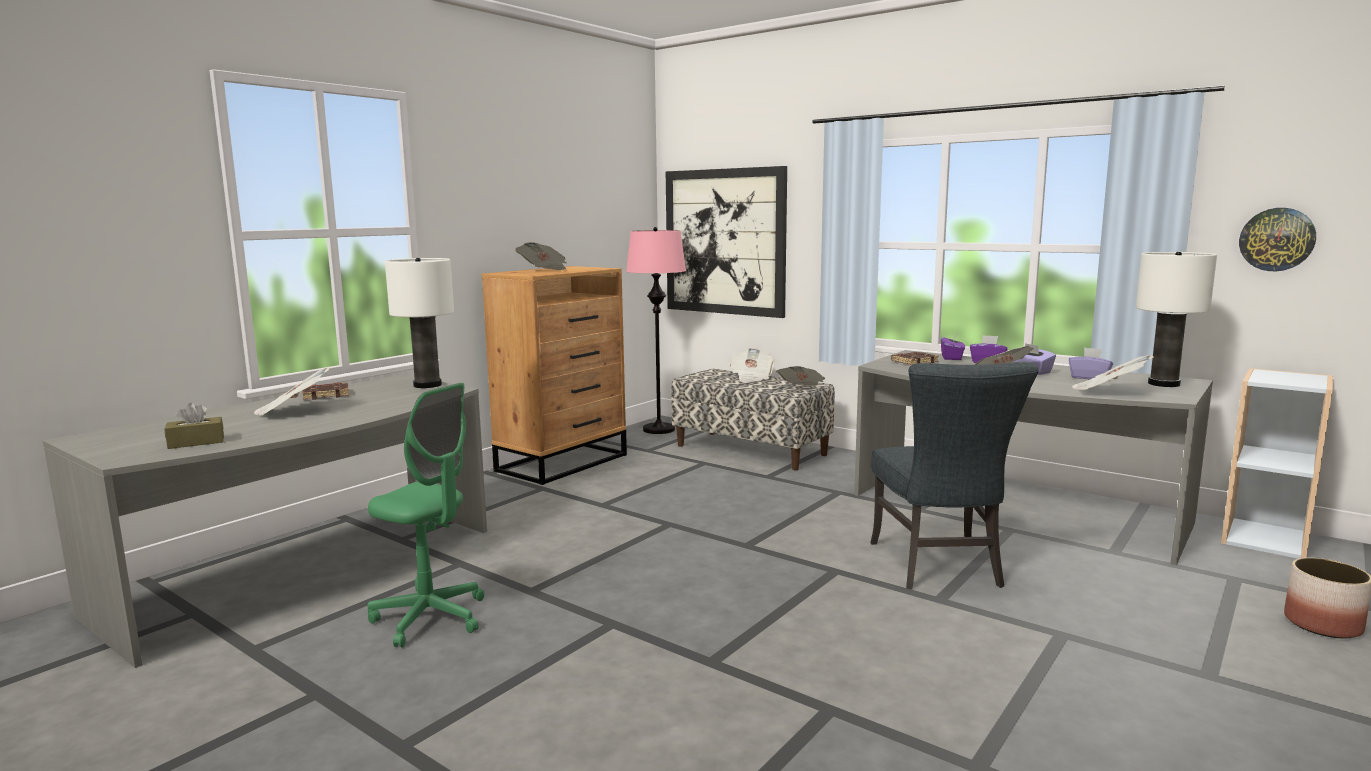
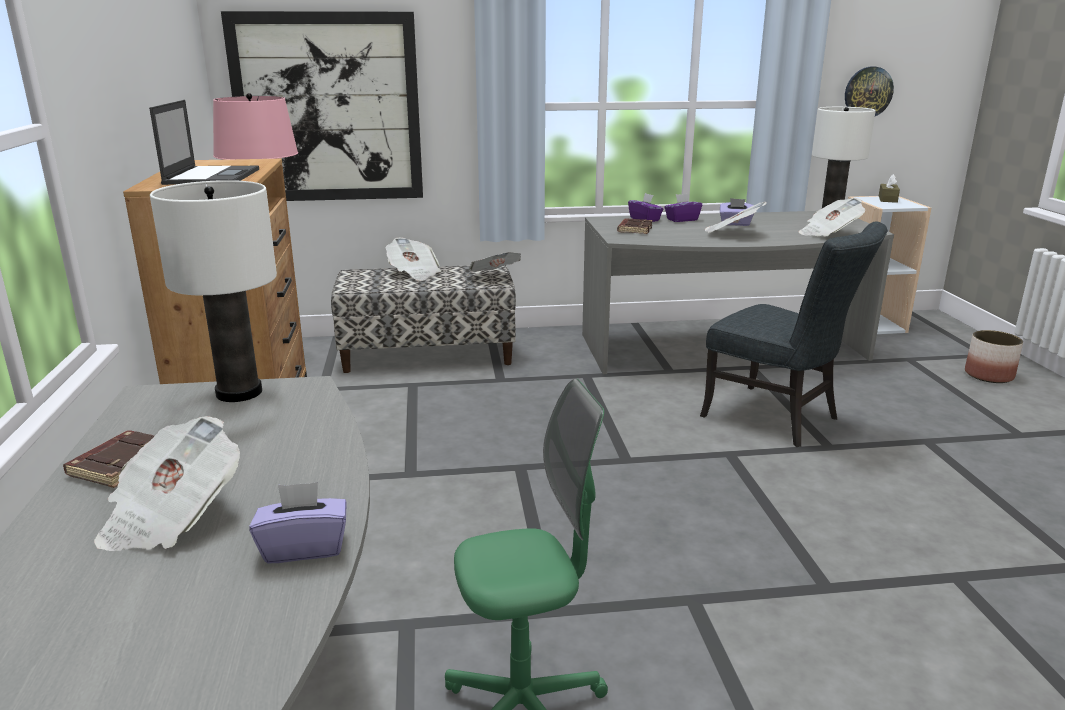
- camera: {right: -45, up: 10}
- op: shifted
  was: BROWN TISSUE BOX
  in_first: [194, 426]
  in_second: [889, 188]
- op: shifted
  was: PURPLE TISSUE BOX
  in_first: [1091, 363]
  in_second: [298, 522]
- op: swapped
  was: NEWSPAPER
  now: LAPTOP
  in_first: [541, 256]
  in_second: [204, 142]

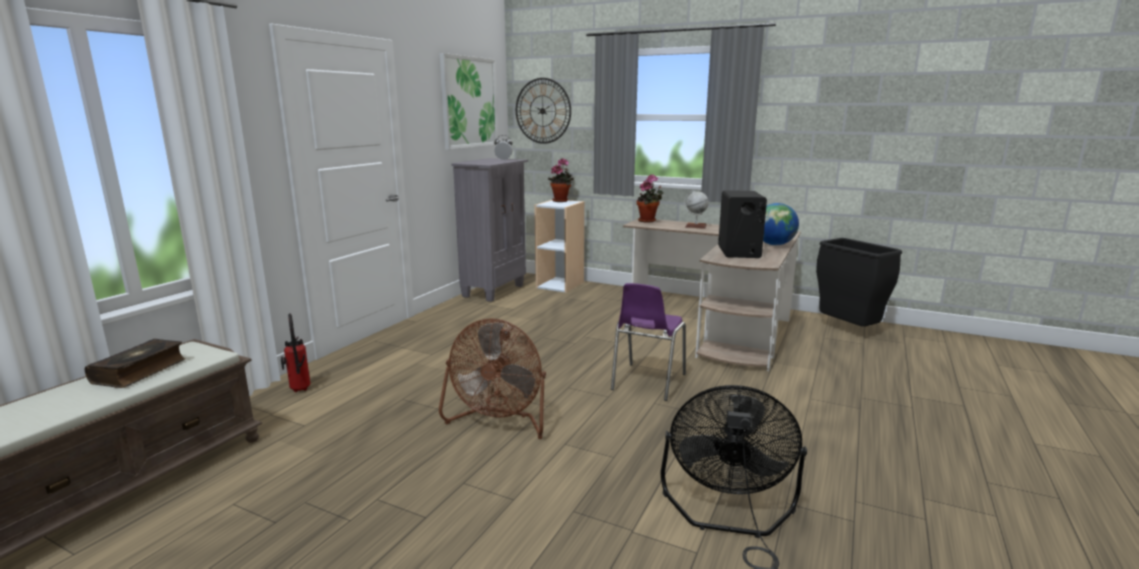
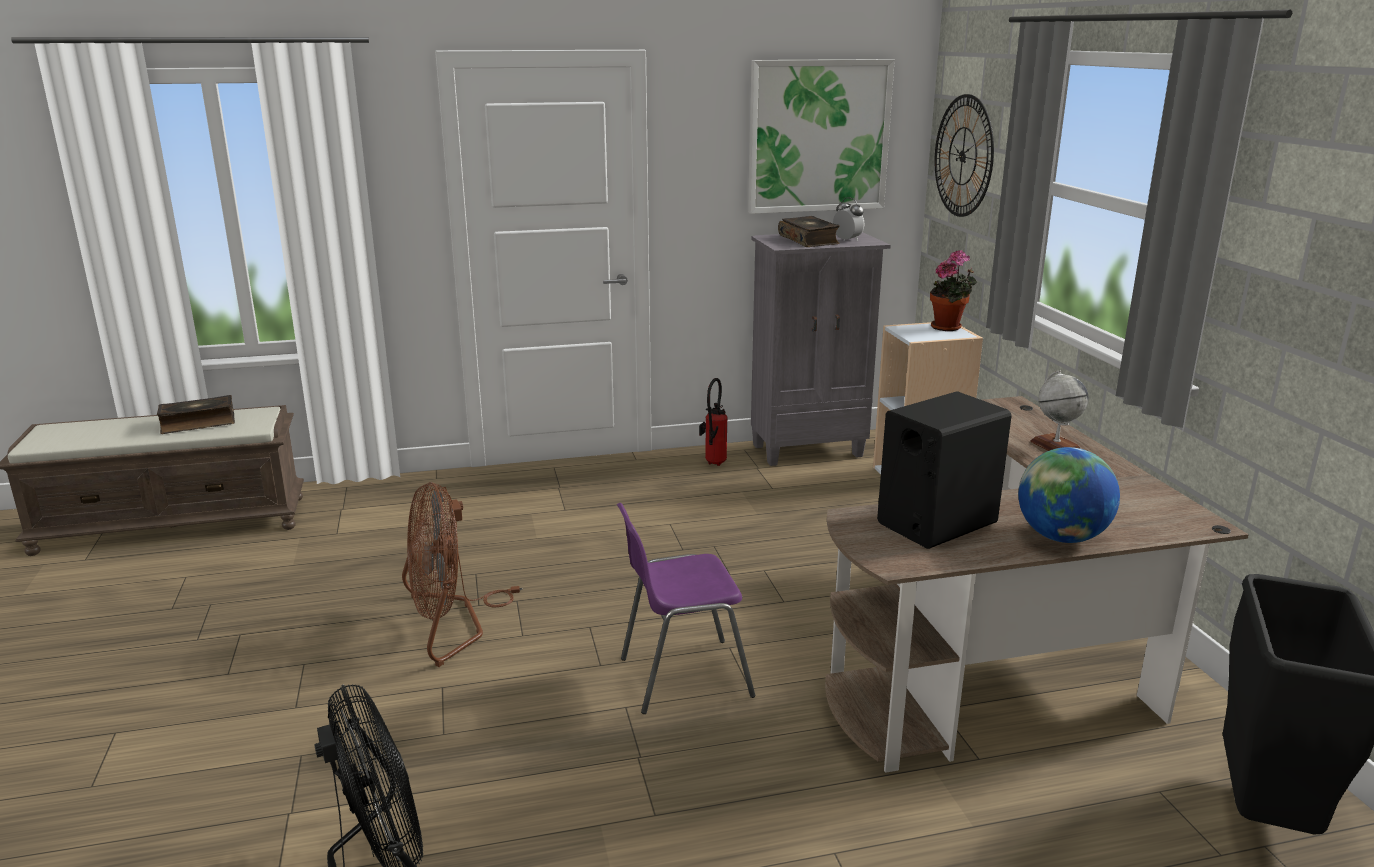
- camera: {right: 50, up: 5}
- op: gone
  was: POTTED PLANT
  in_first: [650, 198]
- op: new
  now: BOOK
  in_second: [809, 231]
- op: shifted
  was: FIRE EXTINGUISHER
  in_first: [295, 352]
  in_second: [713, 422]

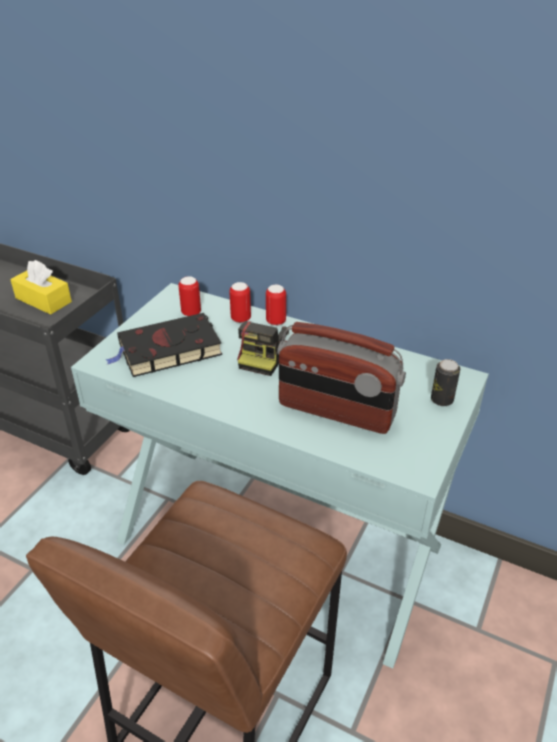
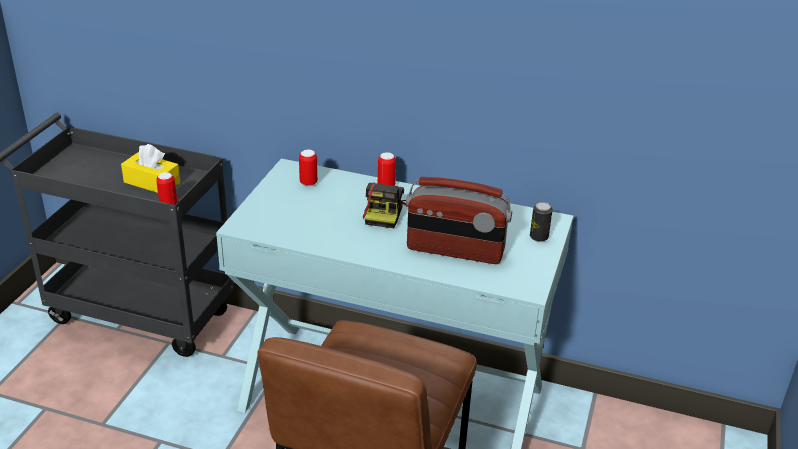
- camera: {right: -10, up: -5}
- op: gone
  was: BLACK BOOK
  in_first: [164, 345]
- op: shifted
  was: CAN
  in_first: [240, 302]
  in_second: [166, 188]

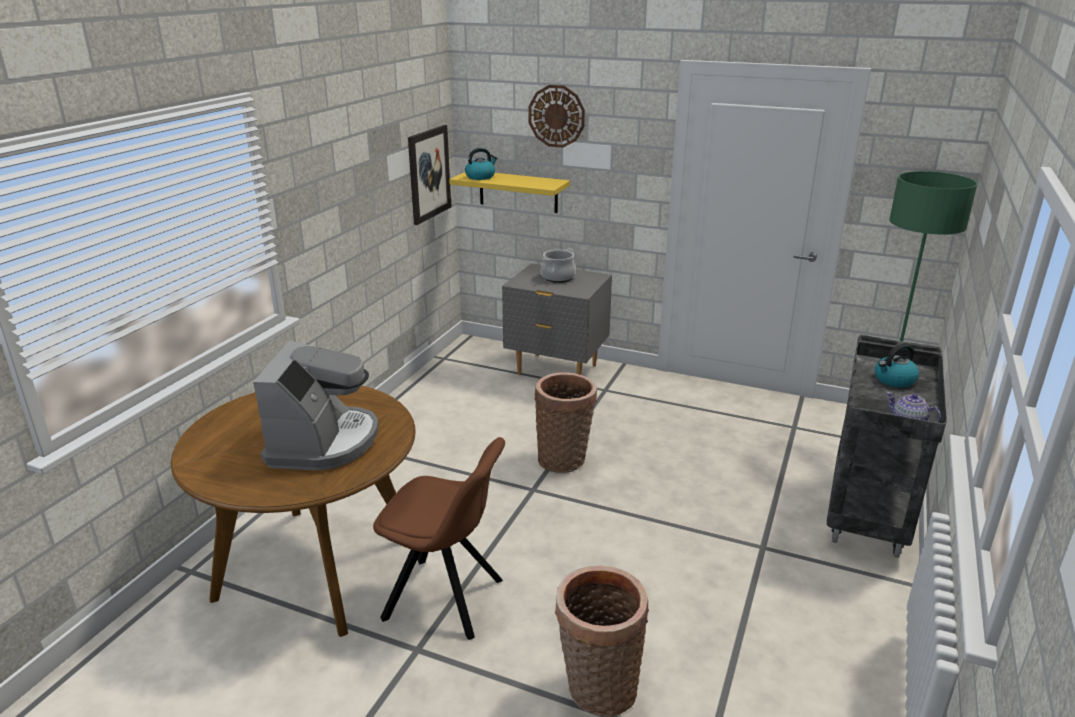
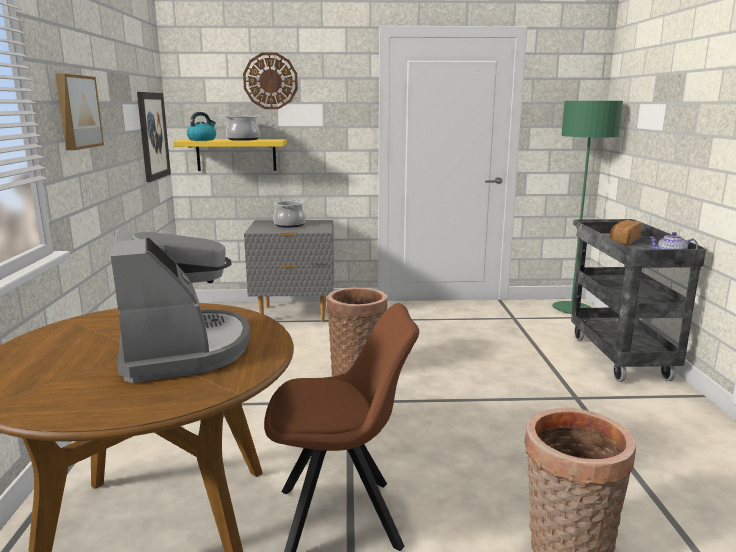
- camera: {right: -25, up: -10}
- op: new
  now: PICTURE
  in_second: [79, 112]
- op: new
  now: COOKING POT
  in_second: [242, 128]
- op: swapped
  was: KETTLE
  now: BREAD
  in_first: [897, 366]
  in_second: [626, 232]

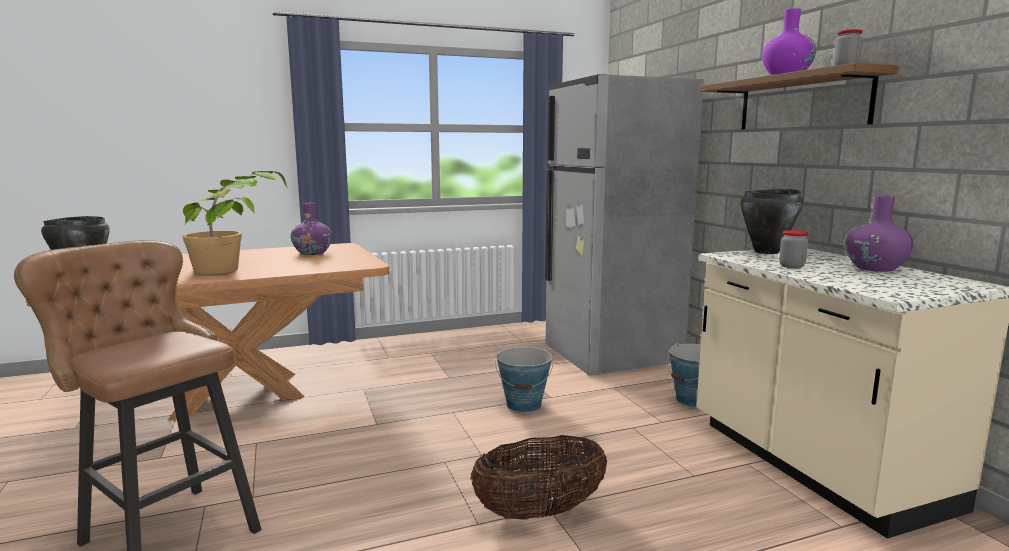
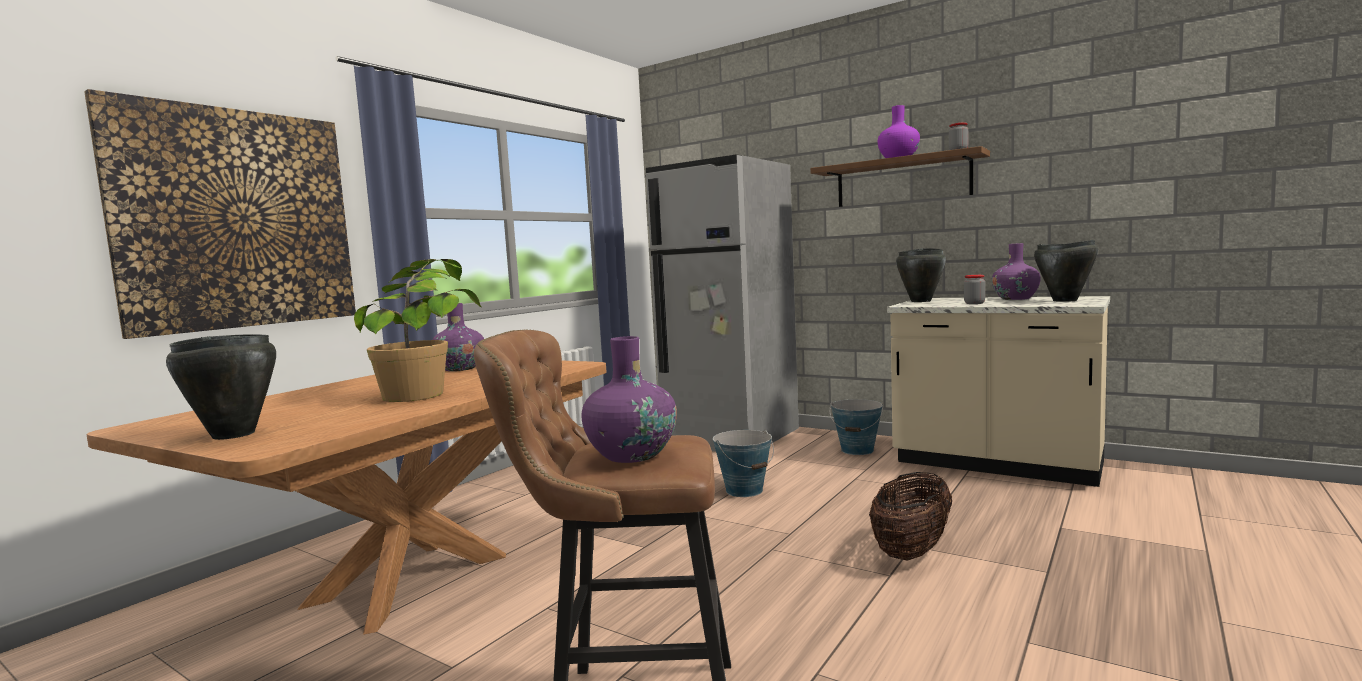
- camera: {right: -35, up: -5}
- op: new
  now: PICTURE
  in_second: [220, 214]
- op: new
  now: PURPLE VASE
  in_second: [629, 399]
- op: new
  now: BLACK COOKING POT
  in_second: [1066, 271]

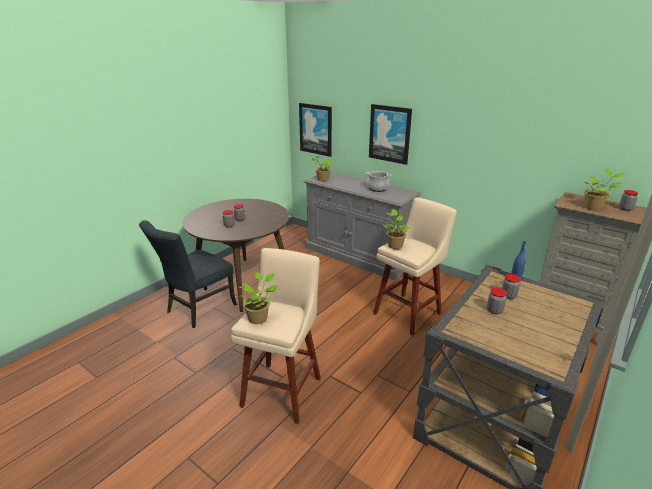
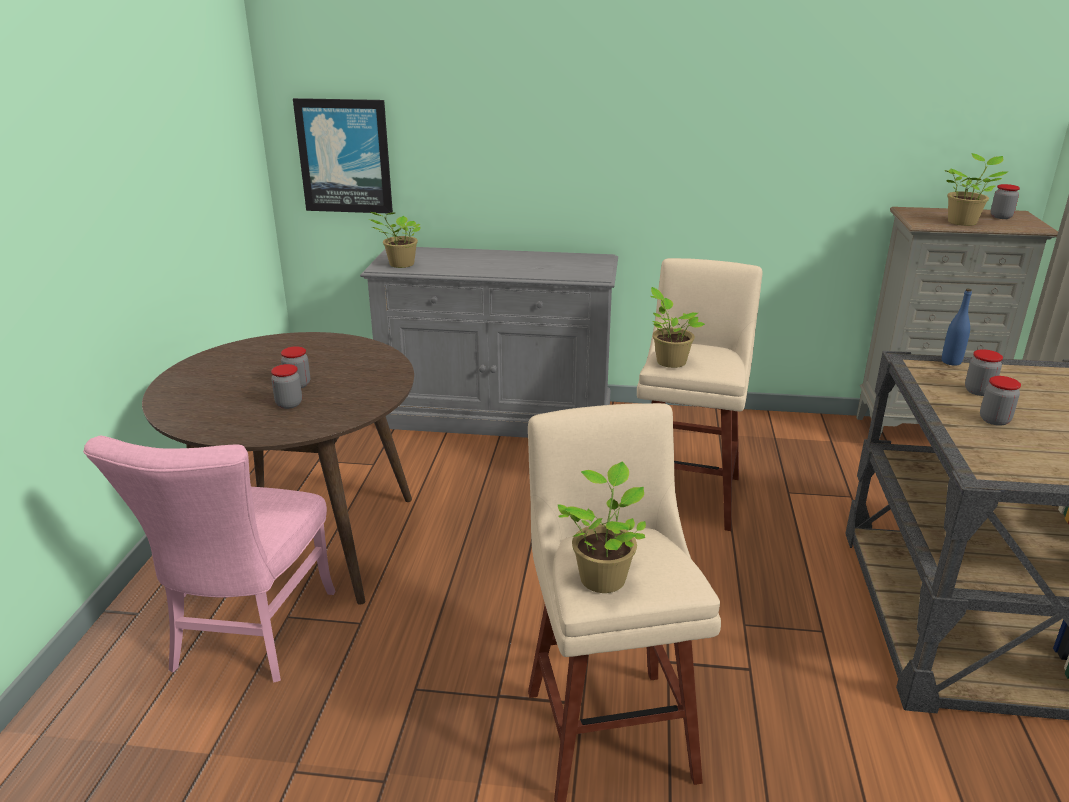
- camera: {right: -30, up: 0}
- op: gone
  was: COOKING POT
  in_first: [378, 181]
- op: gone
  was: PICTURE
  in_first: [390, 134]
- op: repainted
  was: GREY CHAIR
  now: PINK CHAIR
  in_first: [188, 274]
  in_second: [209, 559]

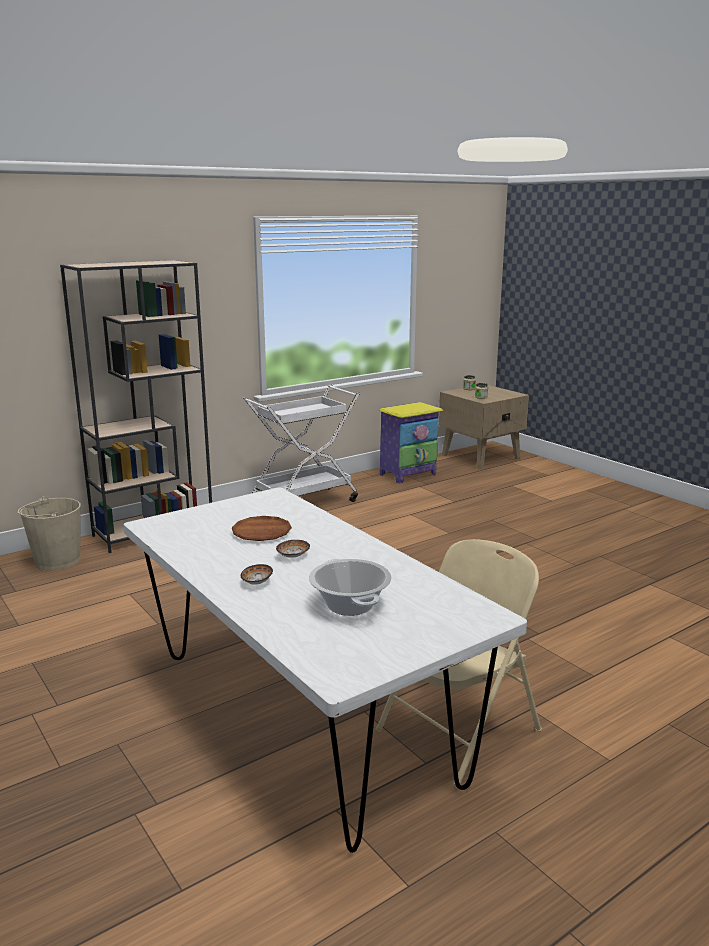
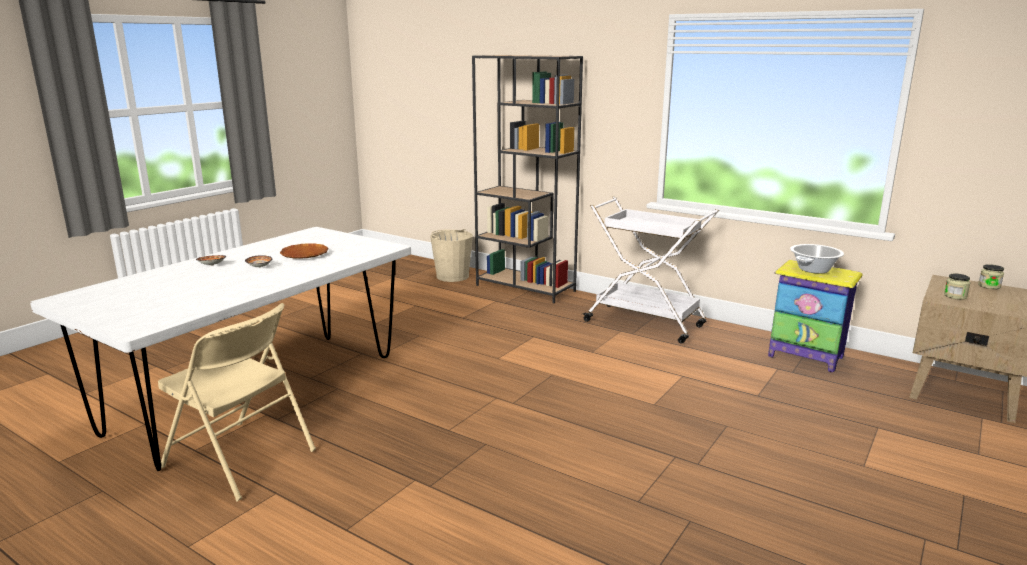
- camera: {right: 70, up: 0}
- op: shifted
  was: COOKING POT
  in_first: [350, 587]
  in_second: [817, 258]

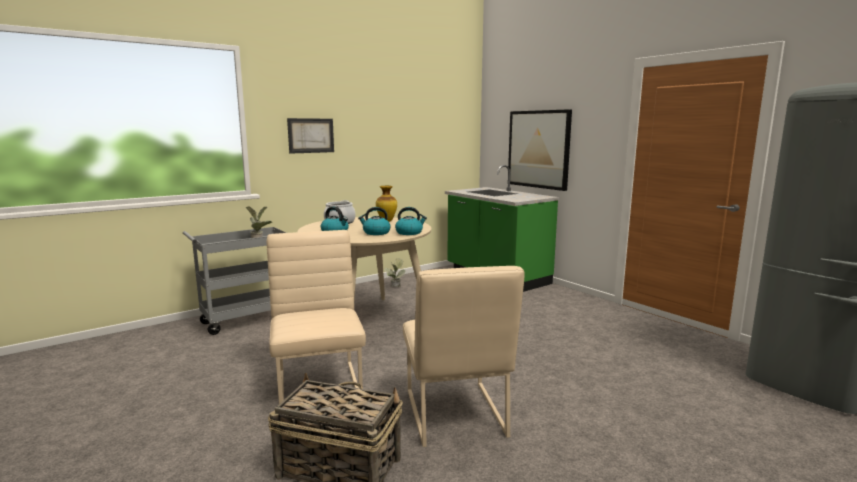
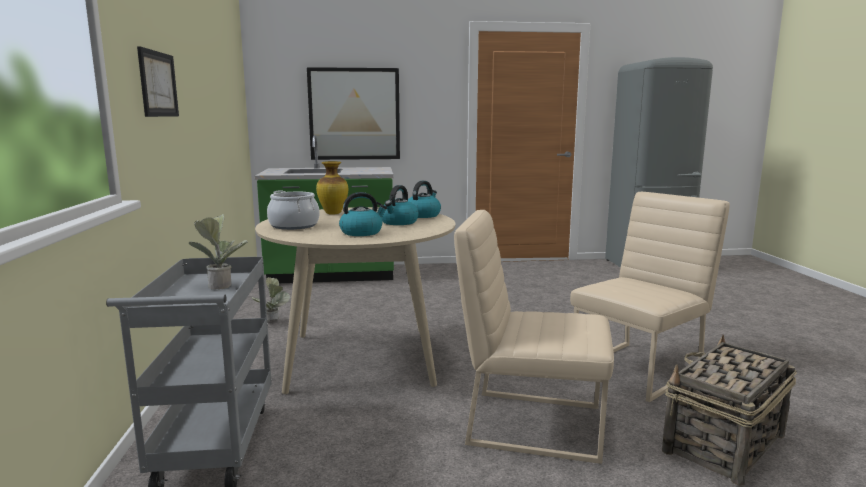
- camera: {right: -60, up: 0}
- op: rotated
  was: BEIGE CHAIR
  in_first: [464, 356]
  in_second: [650, 297]
  clockwise: -60

